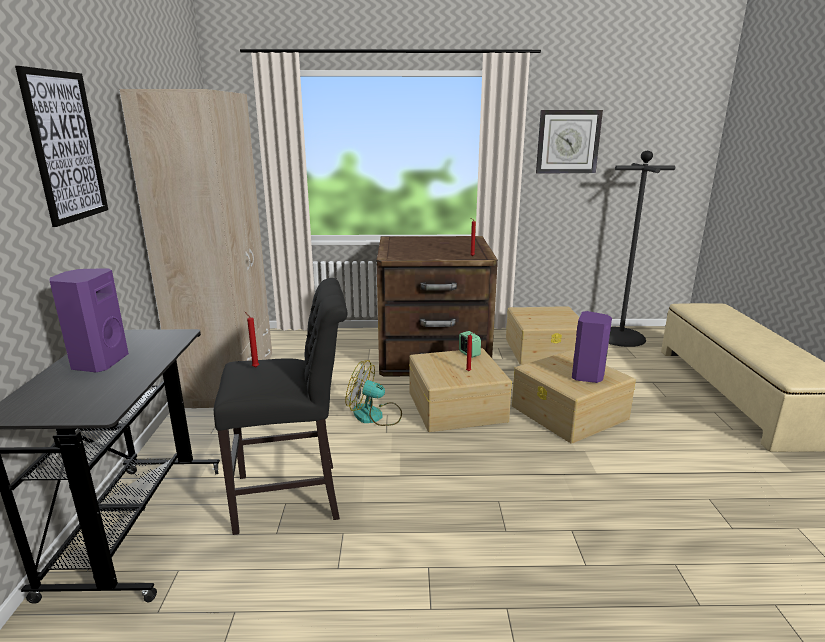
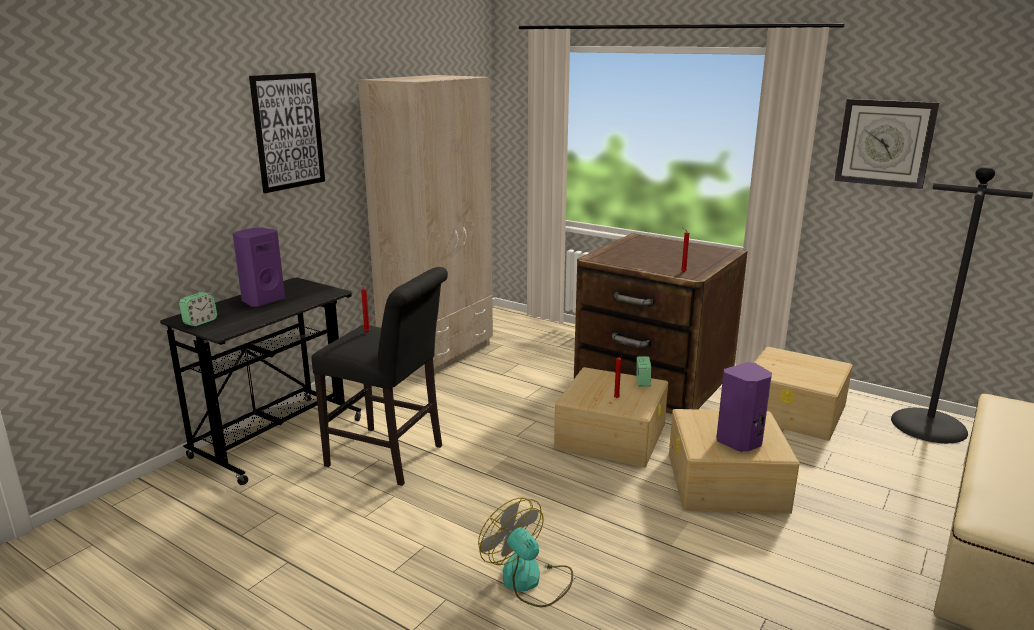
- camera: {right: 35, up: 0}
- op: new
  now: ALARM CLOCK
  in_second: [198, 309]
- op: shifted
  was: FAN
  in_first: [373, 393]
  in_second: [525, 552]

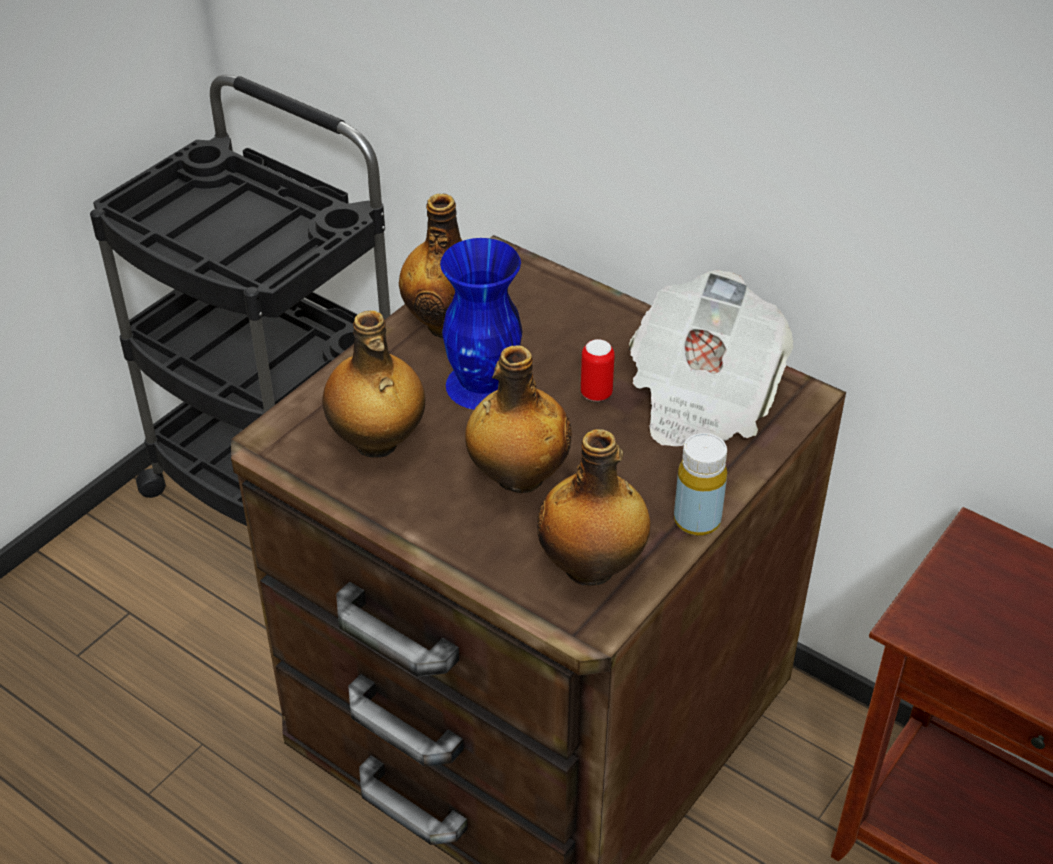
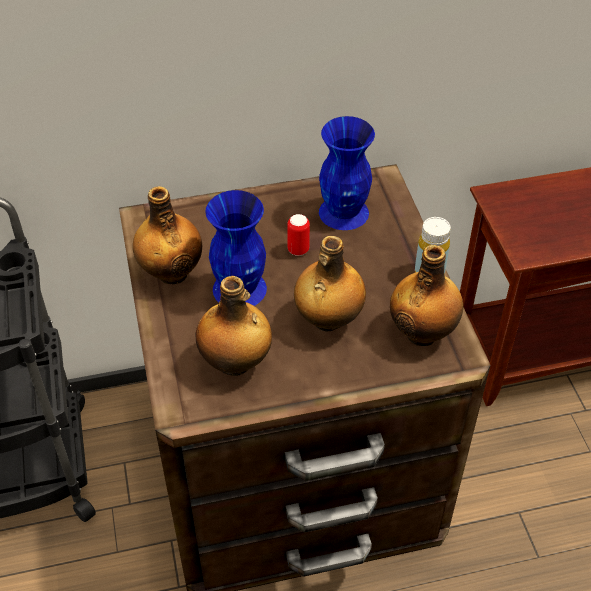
- camera: {right: -50, up: 5}
- op: swapped
  was: NEWSPAPER
  now: BLUE VASE
  in_first: [711, 358]
  in_second: [347, 173]

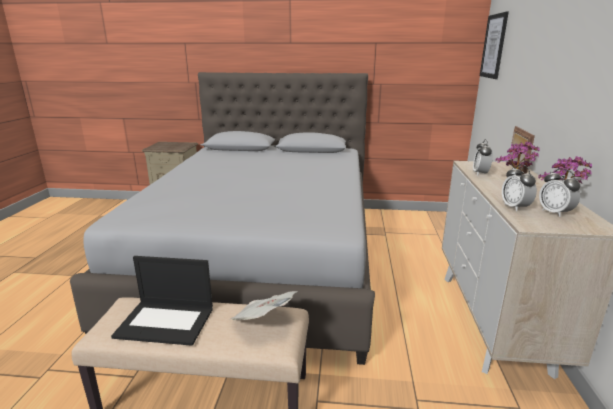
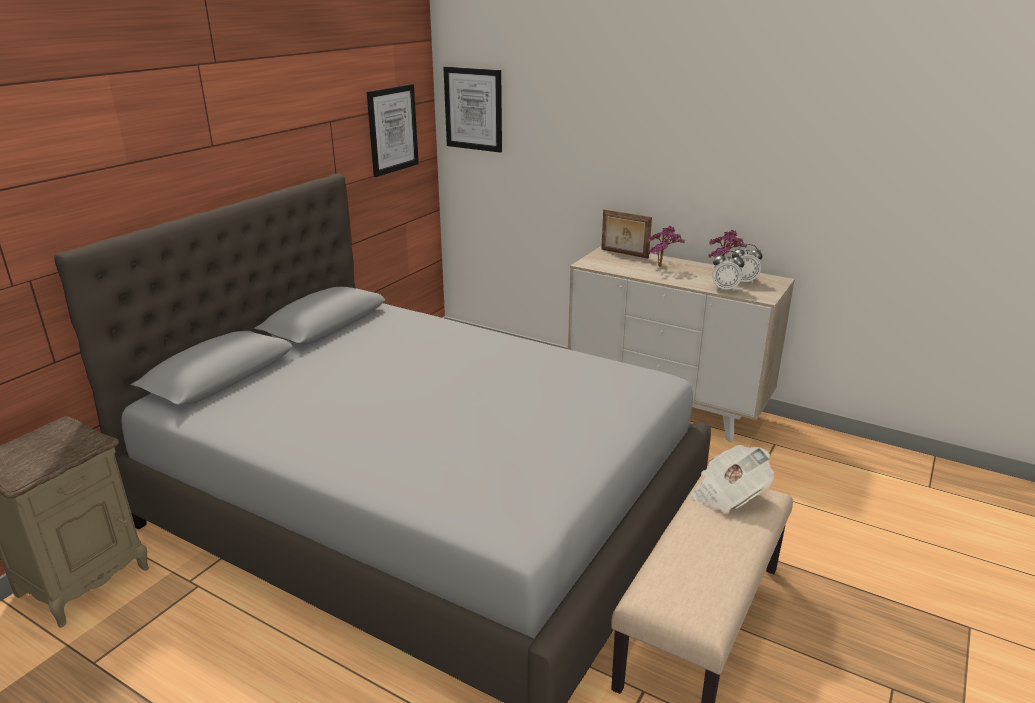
- camera: {right: -65, up: 5}
- op: gone
  was: LAPTOP
  in_first: [162, 301]
- op: gone
  was: ALARM CLOCK
  in_first: [483, 157]
- op: new
  now: PICTURE
  in_second: [393, 130]

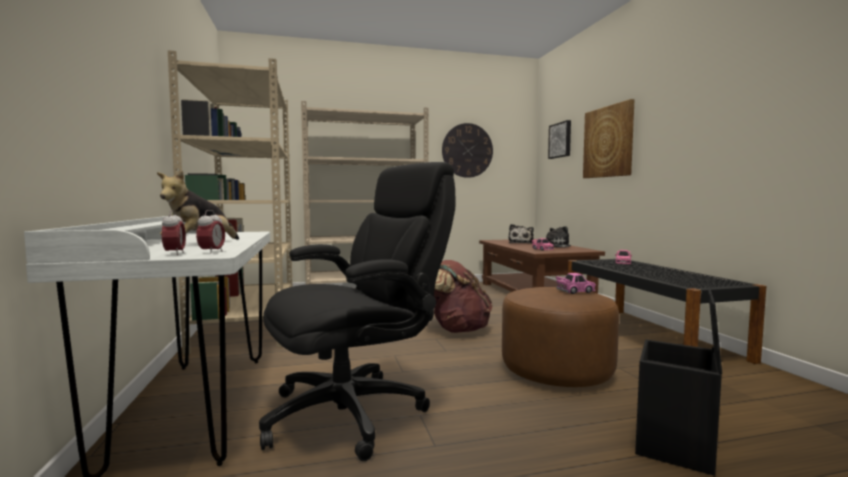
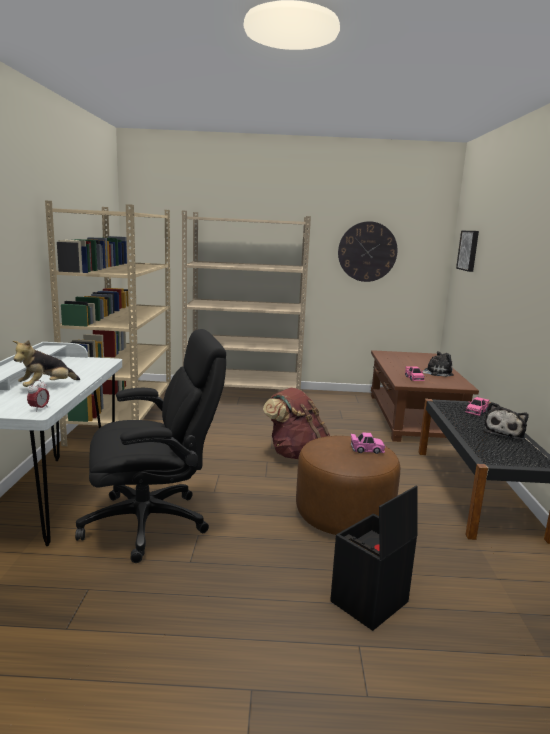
- camera: {right: 15, up: 10}
- op: gone
  was: ALARM CLOCK
  in_first: [174, 232]
- op: gone
  was: PICTURE
  in_first: [609, 138]
- op: shifted
  was: PLUSH TOY
  in_first: [521, 233]
  in_second: [506, 420]

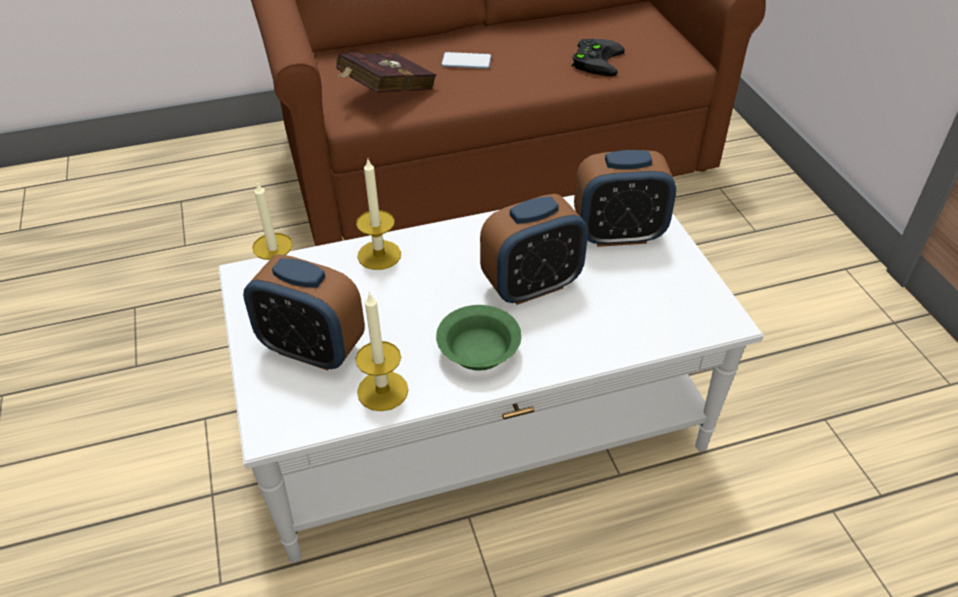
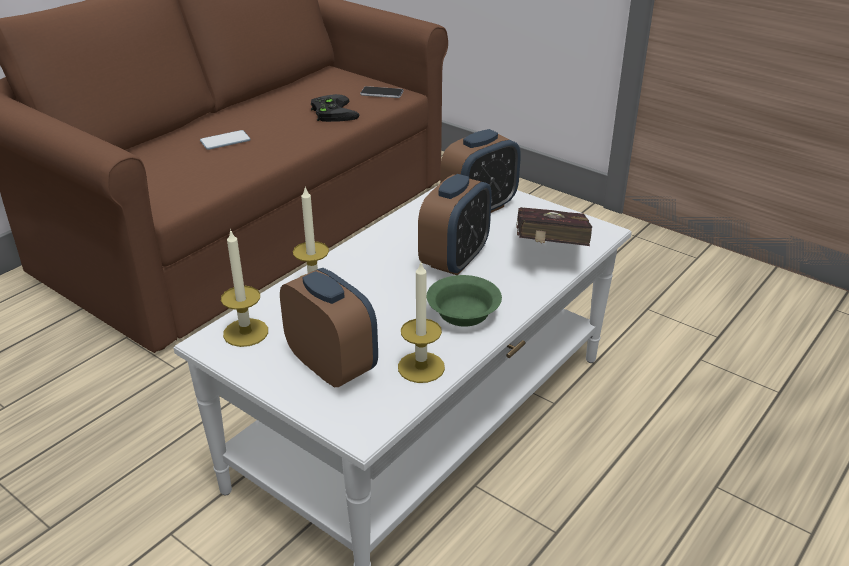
- camera: {right: -35, up: -10}
- op: new
  now: PHONE
  in_second: [382, 92]
- op: shifted
  was: RED BOOK
  in_first: [386, 72]
  in_second: [554, 226]
- op: rotated
  was: ALARM CLOCK
  in_first: [304, 312]
  in_second: [329, 328]
  clockwise: -120

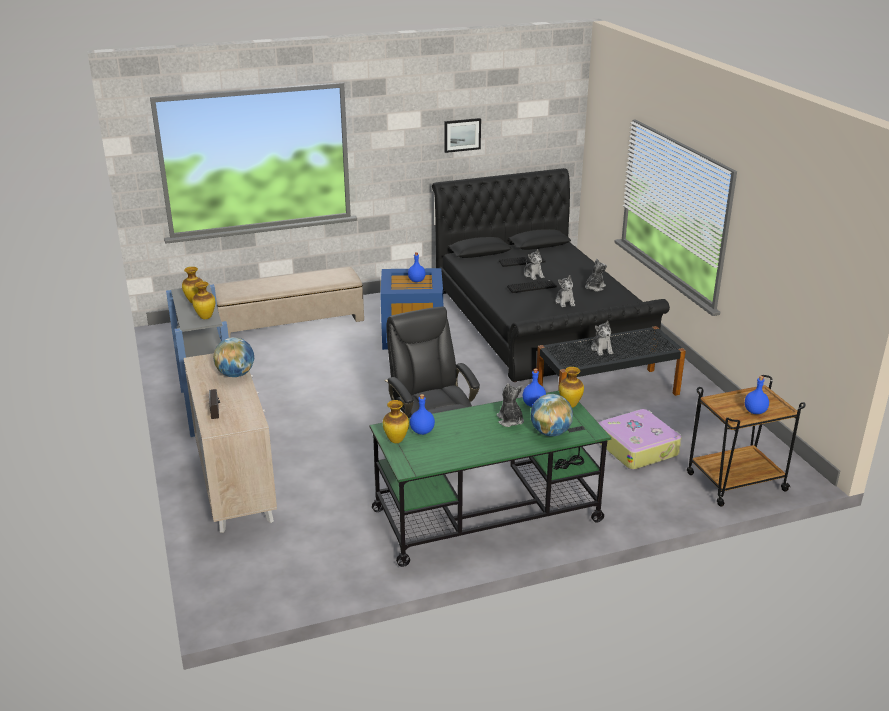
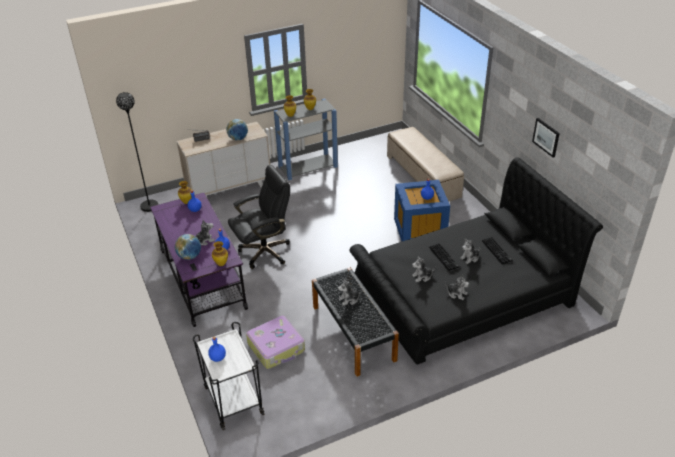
- camera: {right: 85, up: 10}
- op: new
  now: BLACK FLOOR LAMP
  in_second: [137, 152]
- op: repainted
  was: GREEN DESK
  now: PURPLE DESK
  in_first: [490, 479]
  in_second: [199, 260]
- op: repainted
  was: BROWN CART
  now: WHITE CART
  in_first: [746, 441]
  in_second: [228, 376]

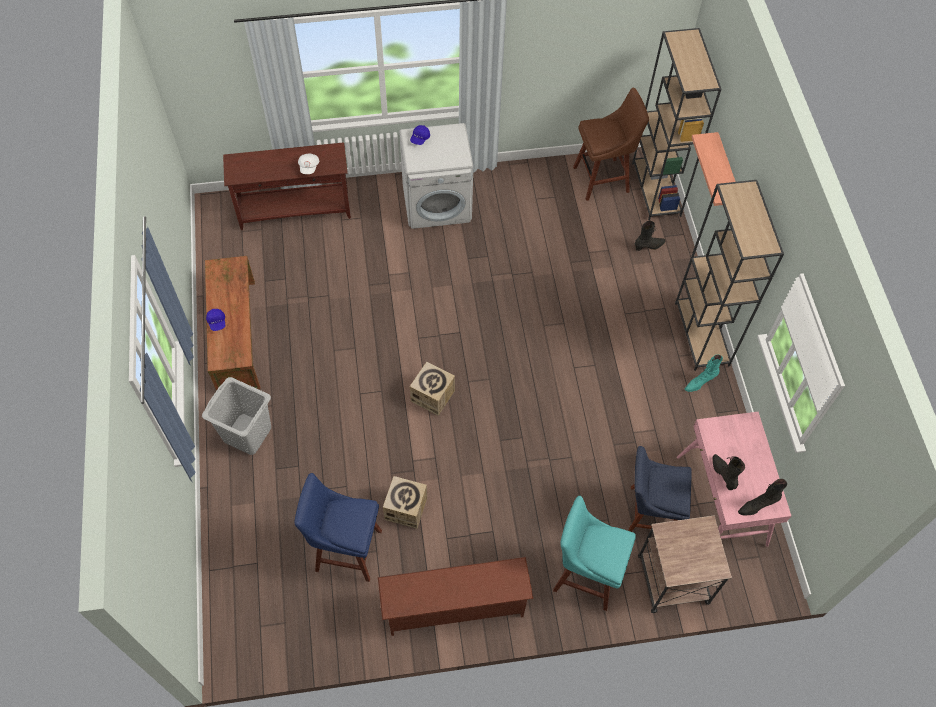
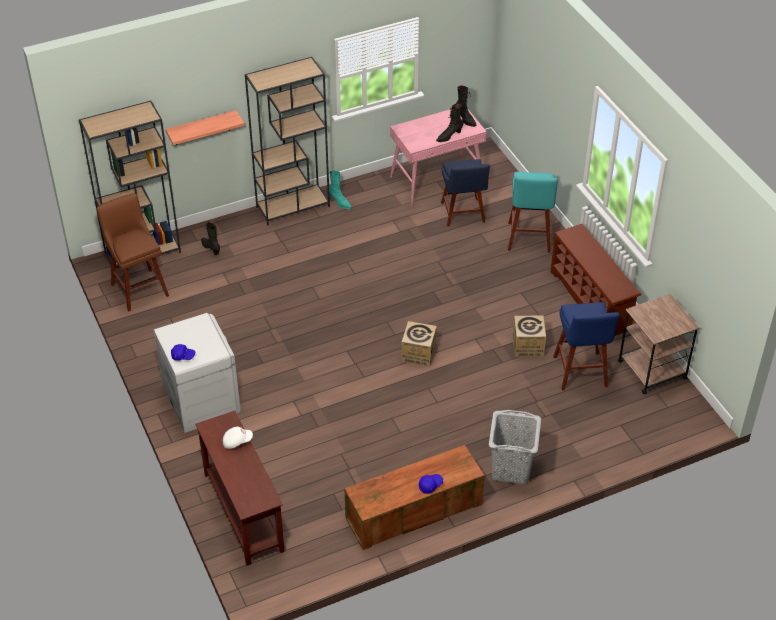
- camera: {right: -105, up: -15}
- op: shifted
  was: BROWN CART
  in_first: [685, 564]
  in_second: [659, 344]

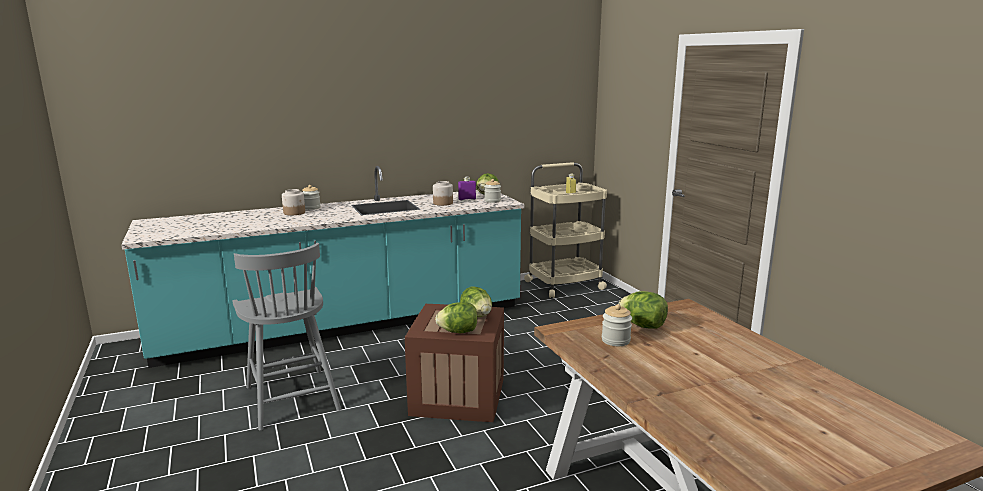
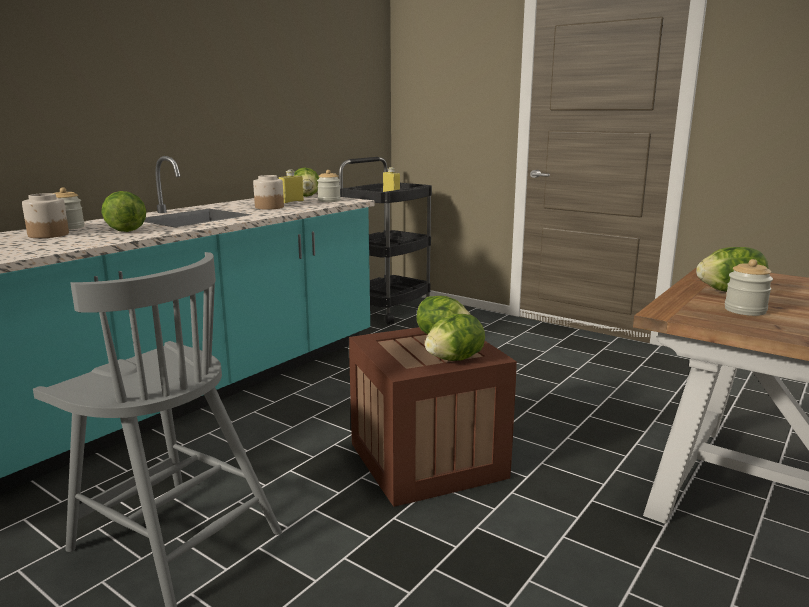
- camera: {right: -30, up: 0}
- op: new
  now: LETTUCE
  in_second: [123, 211]
- op: repainted
  was: PURPLE BOTTLE
  now: YELLOW BOTTLE
  in_first: [467, 188]
  in_second: [291, 186]
- op: repainted
  was: BEIGE CART
  now: BLACK CART
  in_first: [565, 230]
  in_second: [385, 240]

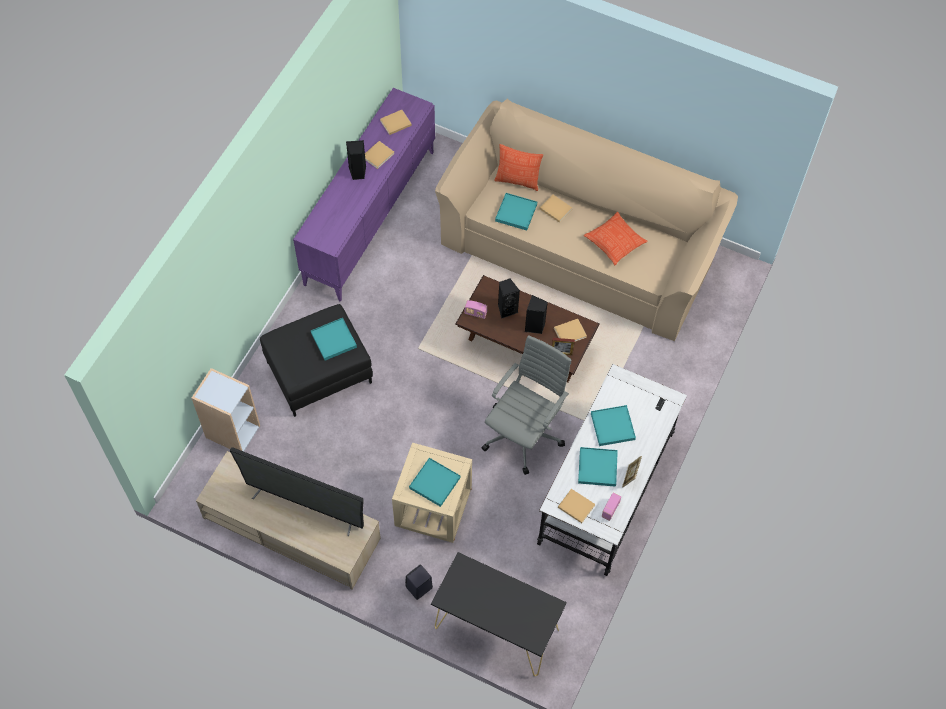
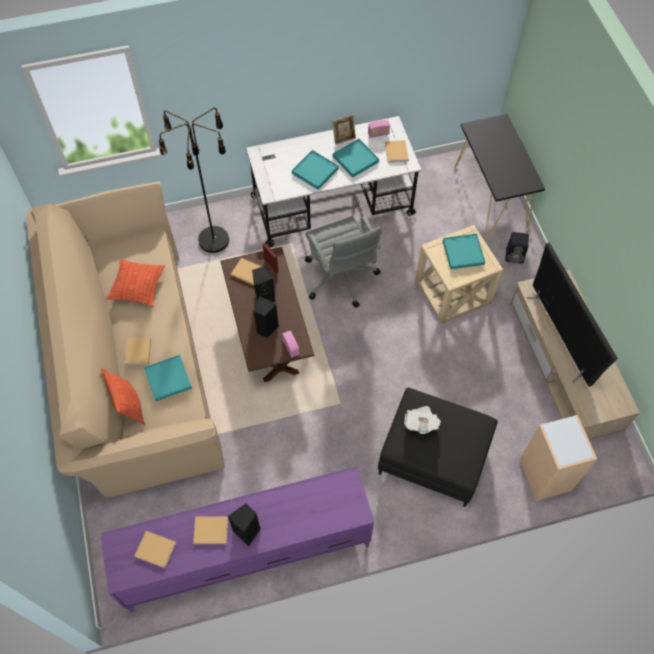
- camera: {right: -130, up: 0}
- op: new
  now: FLOOR LAMP
  in_second: [194, 180]
- op: swapped
  was: TURQUOISE TRAY
  now: NEWSPAPER
  in_first: [334, 339]
  in_second: [422, 420]
- op: rotated
  was: GREY OFFICE CHAIR
  in_first: [526, 405]
  in_second: [343, 262]
  clockwise: -105

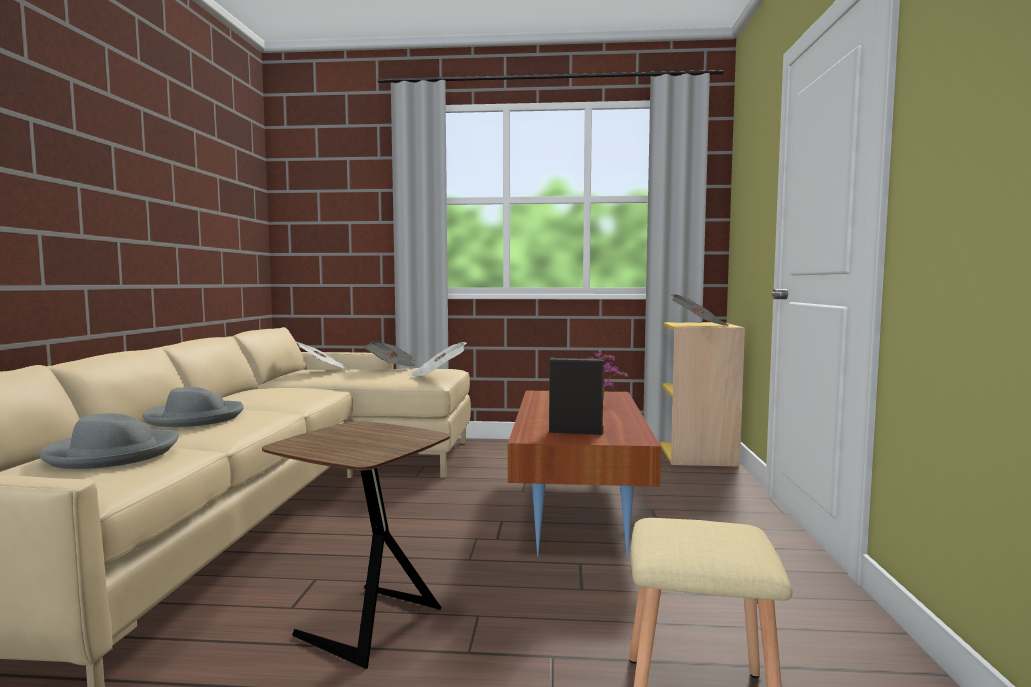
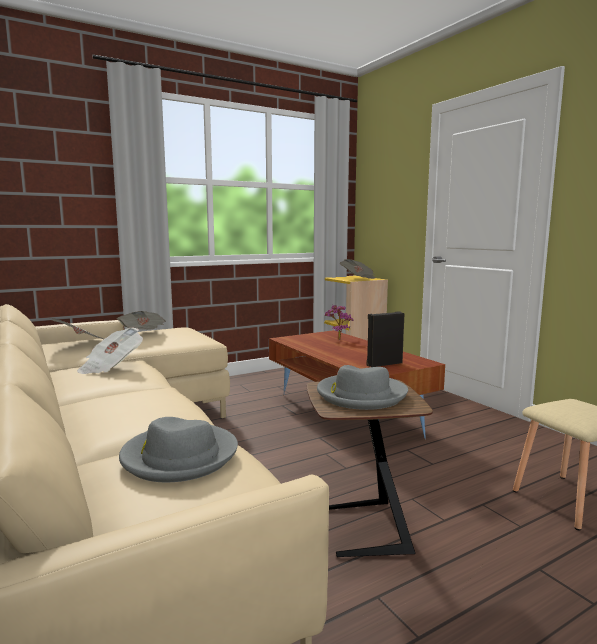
- camera: {right: -35, up: 5}
- op: shifted
  was: GREY HAT
  in_first: [193, 407]
  in_second: [362, 387]
- op: shifted
  was: NEWSPAPER
  in_first: [438, 359]
  in_second: [110, 351]

